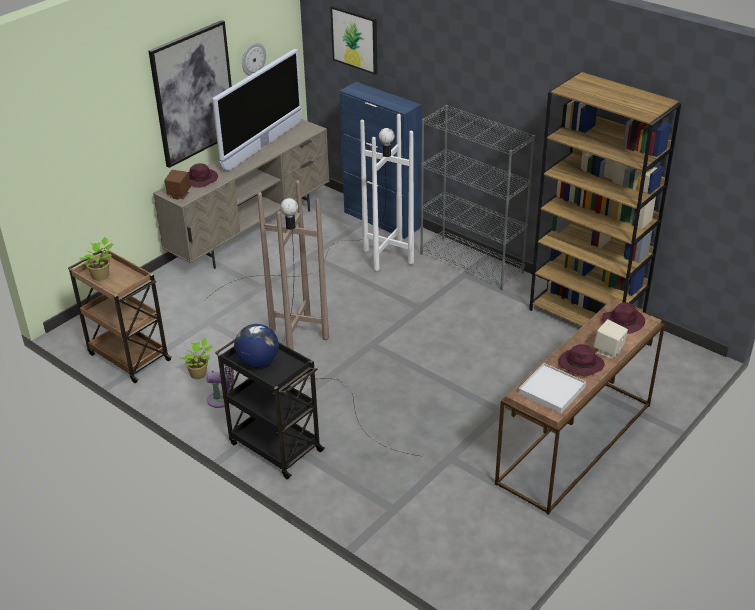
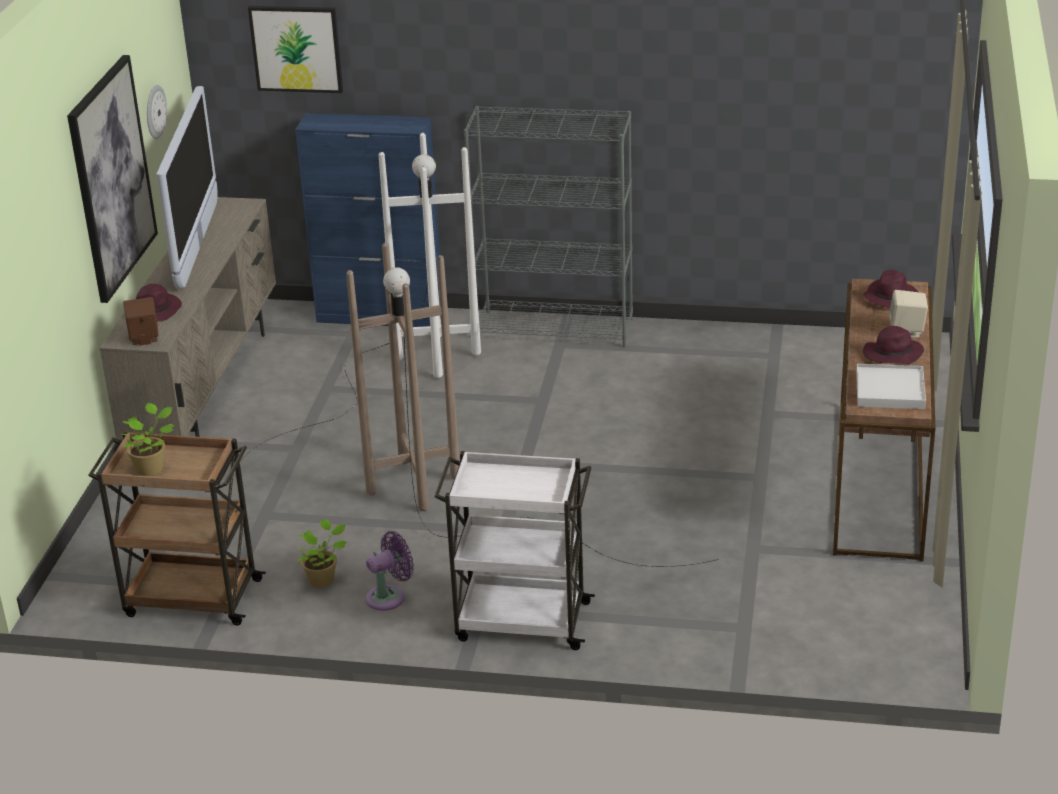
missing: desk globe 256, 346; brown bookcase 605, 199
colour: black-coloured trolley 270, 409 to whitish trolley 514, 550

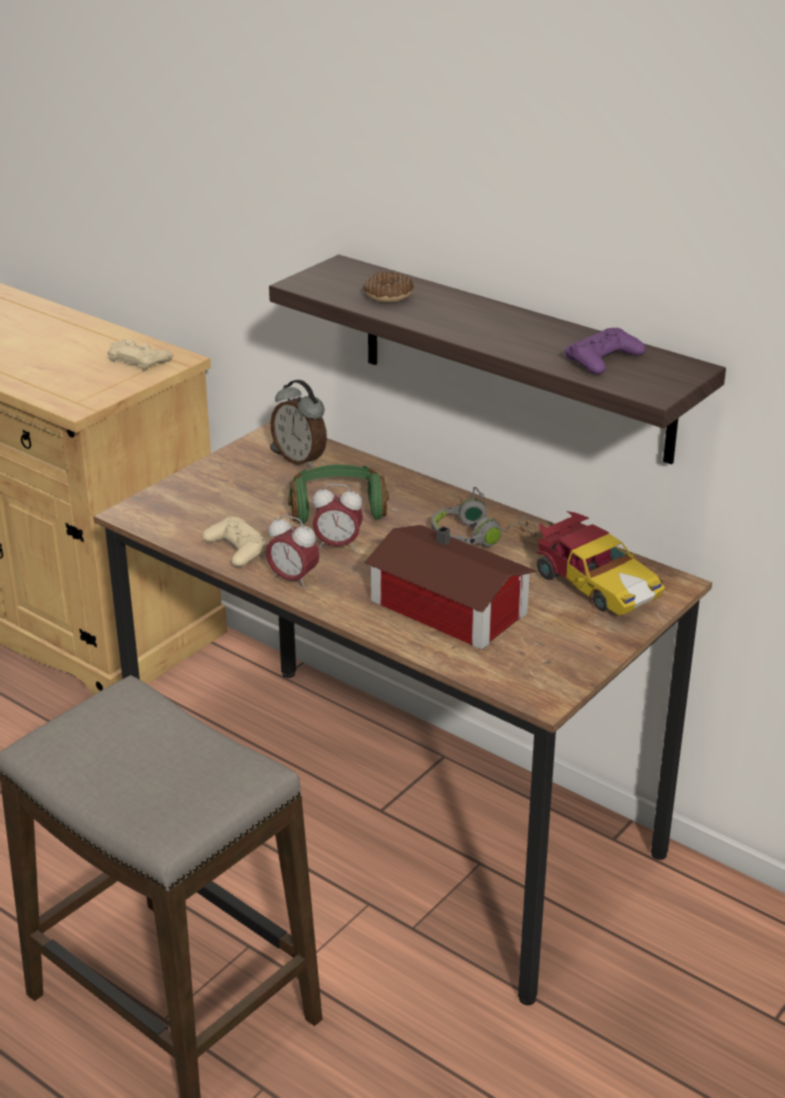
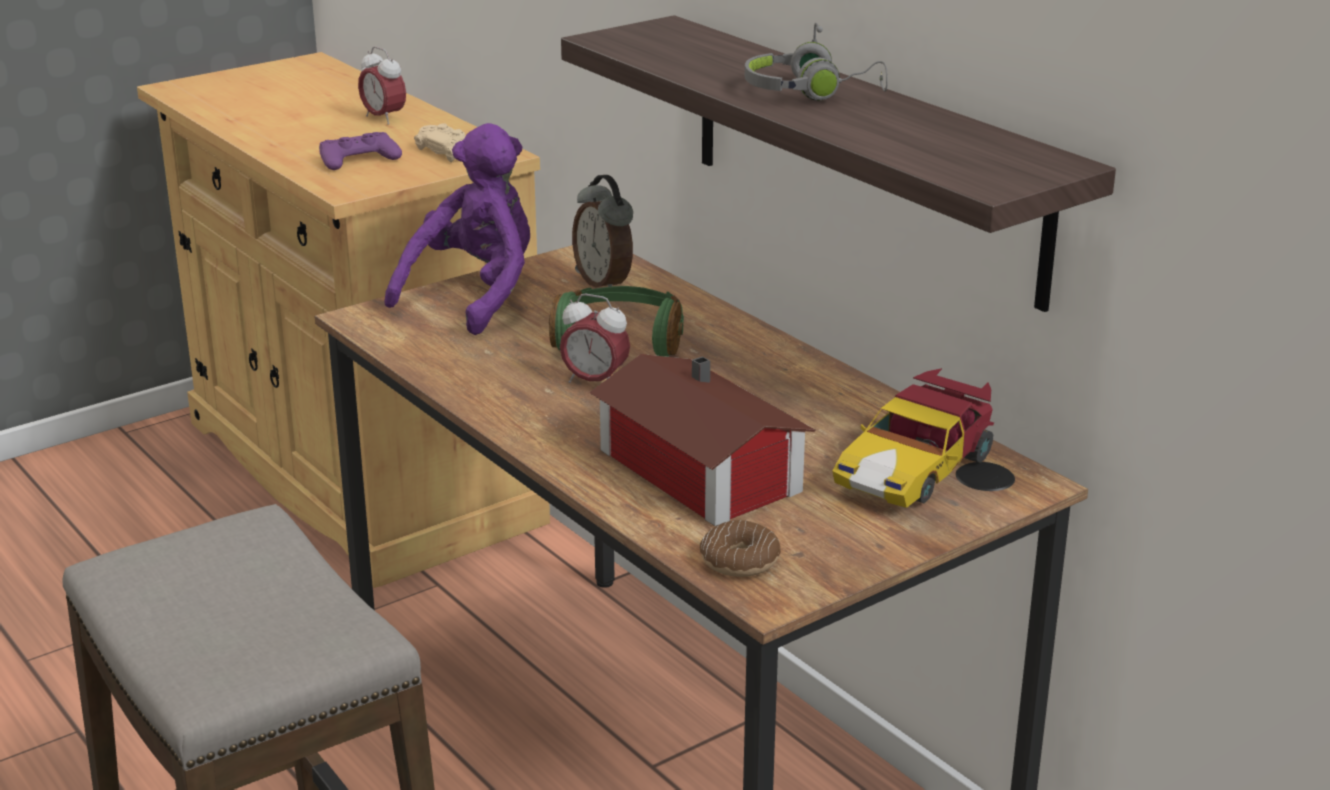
missing: beige game controller 236, 542
appeared: purple cuddly toy 457, 229
relocated: alarm clock 293, 552 to 382, 85; ring doughnut 388, 287 to 740, 548; grey pair of headphones 484, 517 to 816, 62; purple game controller 605, 351 to 360, 151
spun: toy car 601, 563 = 913, 438 60 degrees clockwise

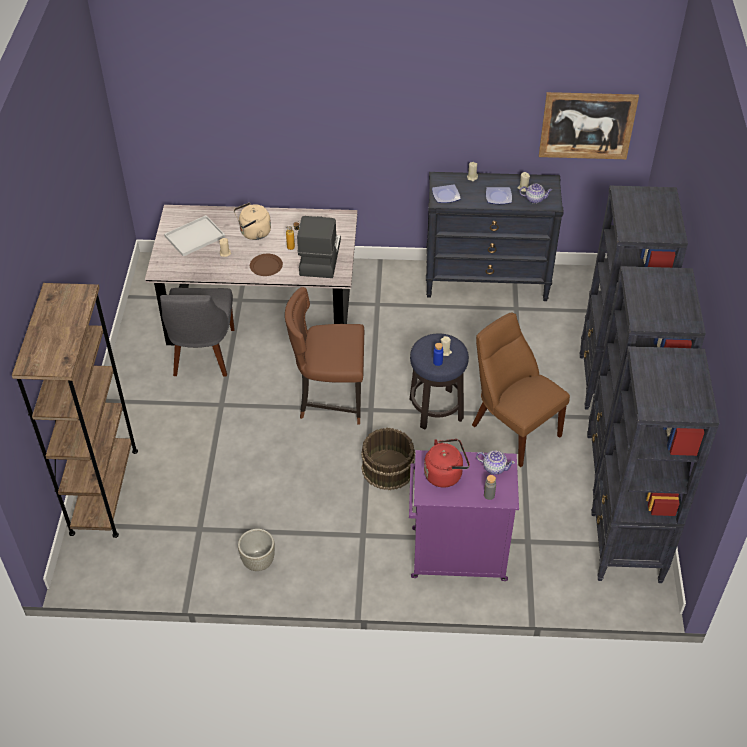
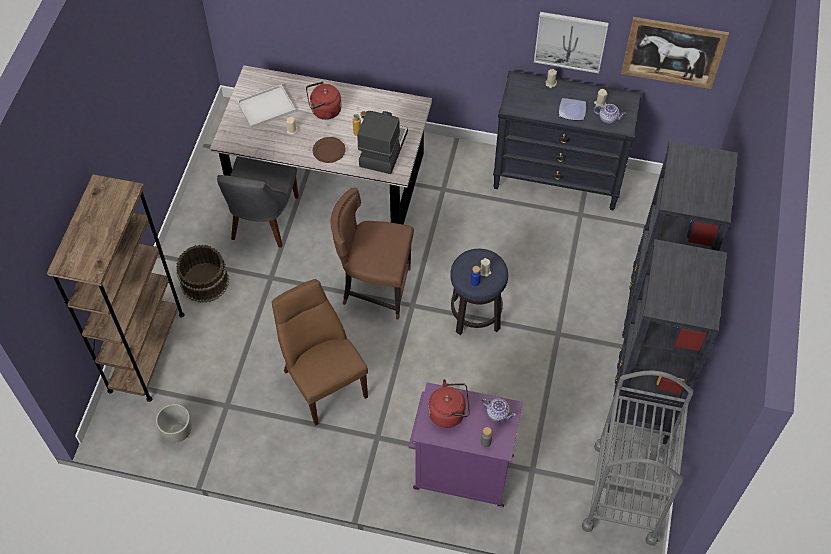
missing: dinner plate 446, 193
appeared: picture 571, 42
relocated: grey flower pot 256, 550 to 174, 423; brown water bucket 388, 459 to 202, 274; brown upright chair 521, 389 to 320, 352
exchanged: black-coloured bookcase 655, 464 to grey trolley 638, 458
colour: beige tea kettle 252, 221 to reddish tea kettle 324, 100

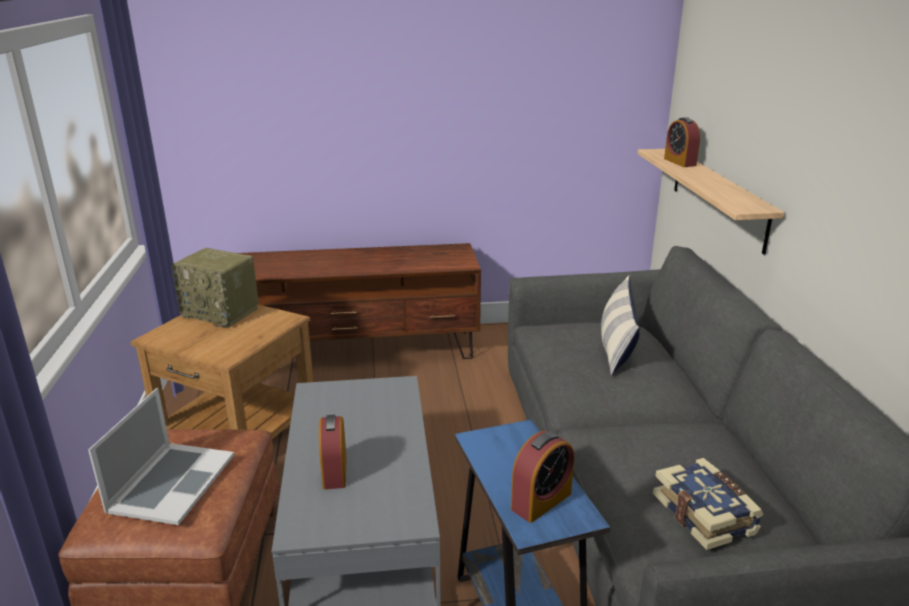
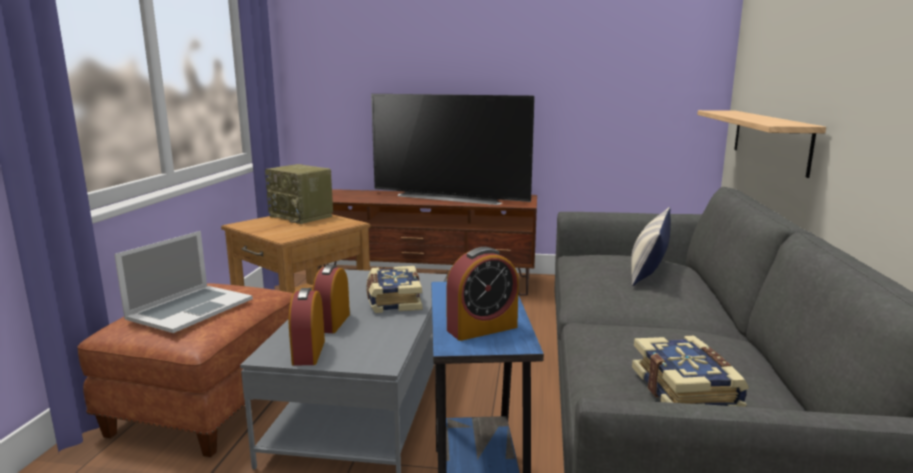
appeared: volume 394, 289; TV 453, 149
relocated: alarm clock 682, 142 to 307, 327

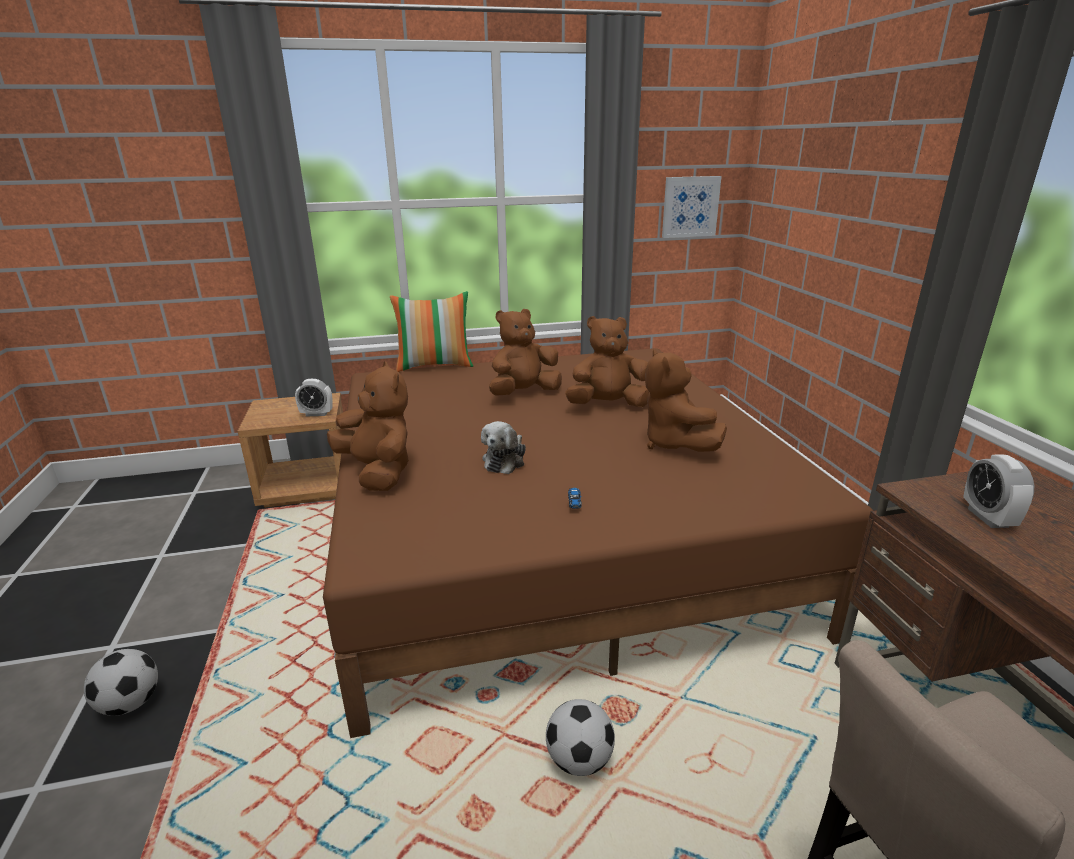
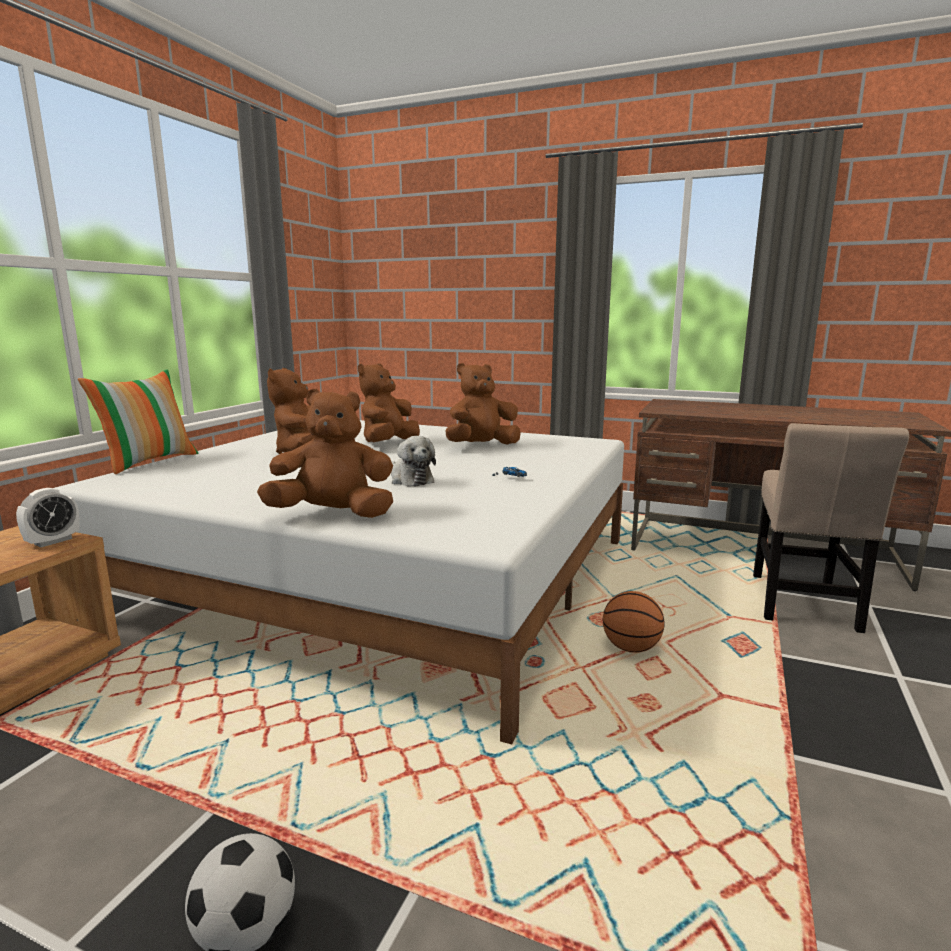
missing: picture 692, 207; alarm clock 998, 491
exchanged: football ball 580, 737 to basketball 634, 622
colour: brown bed 598, 543 to whitish bed 339, 582
spun: brown cuddly toy 686, 400 = 483, 404 135 degrees clockwise

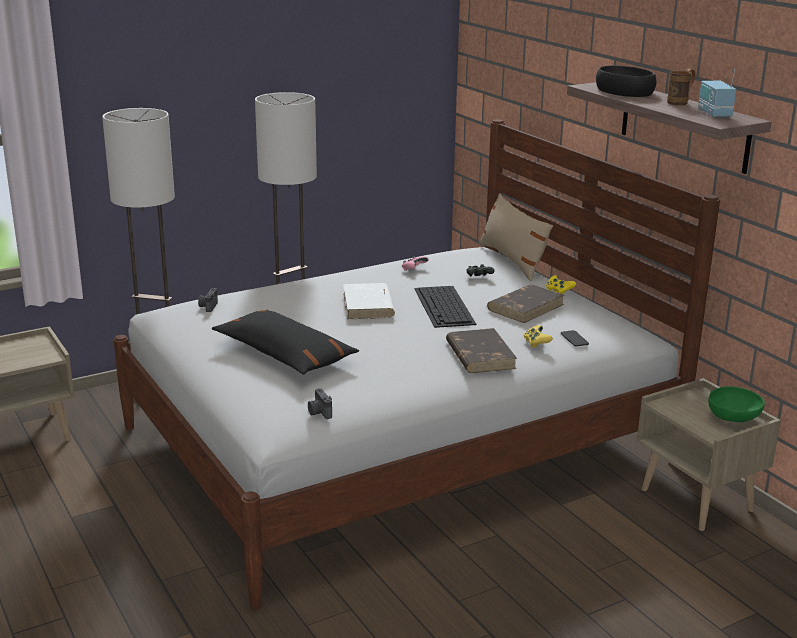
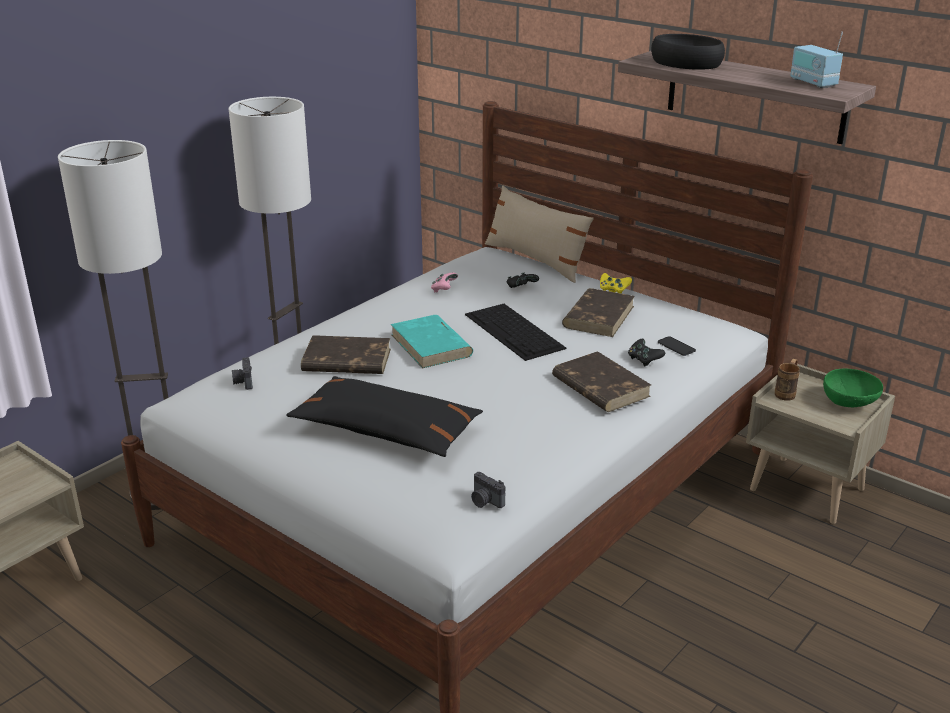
appeared: brown volume 346, 354
relocated: brown coffee mug 681, 87 to 787, 380
colour: whitish volume 369, 301 to blue-green volume 432, 342; yellowish game controller 538, 336 to black-coloured game controller 646, 353

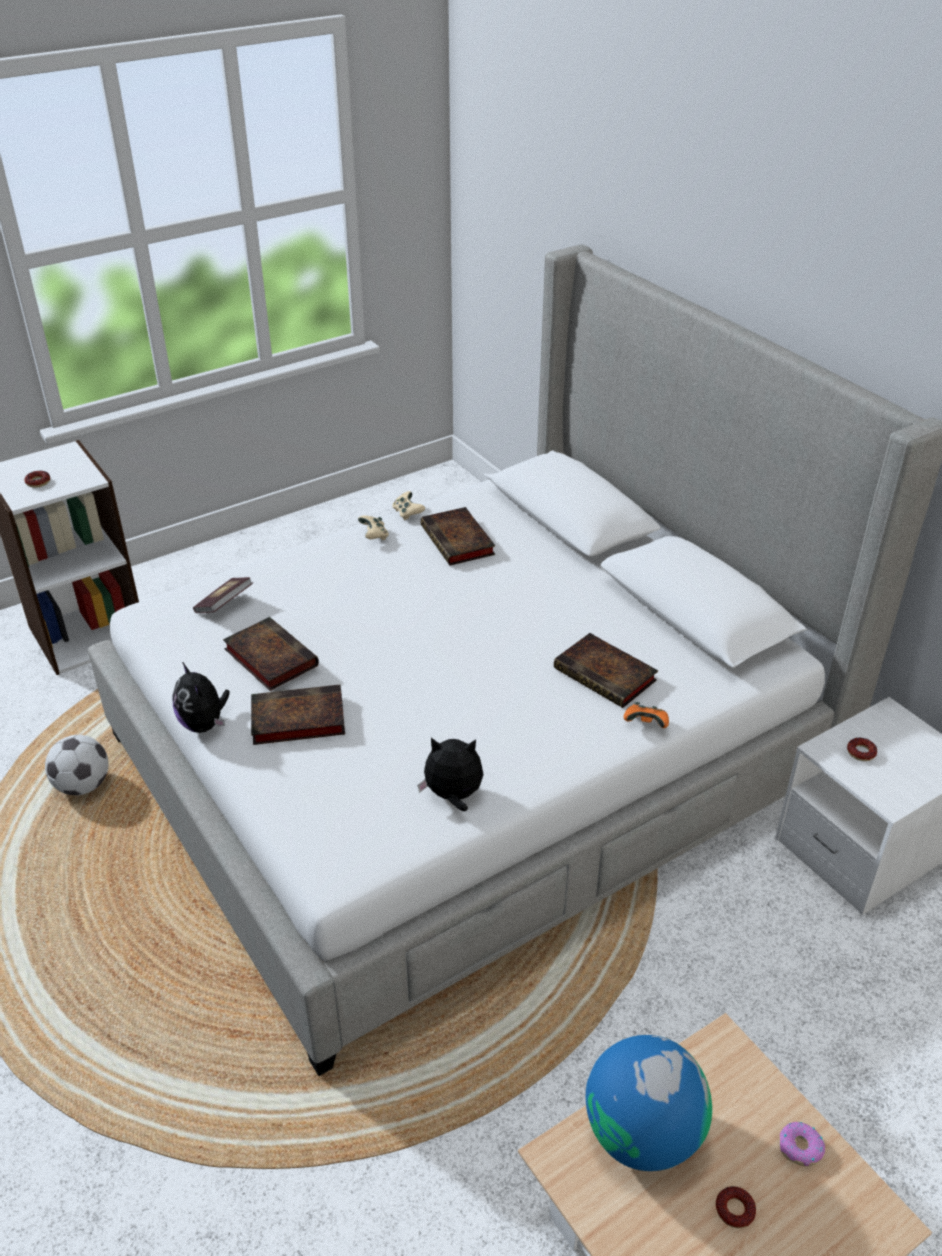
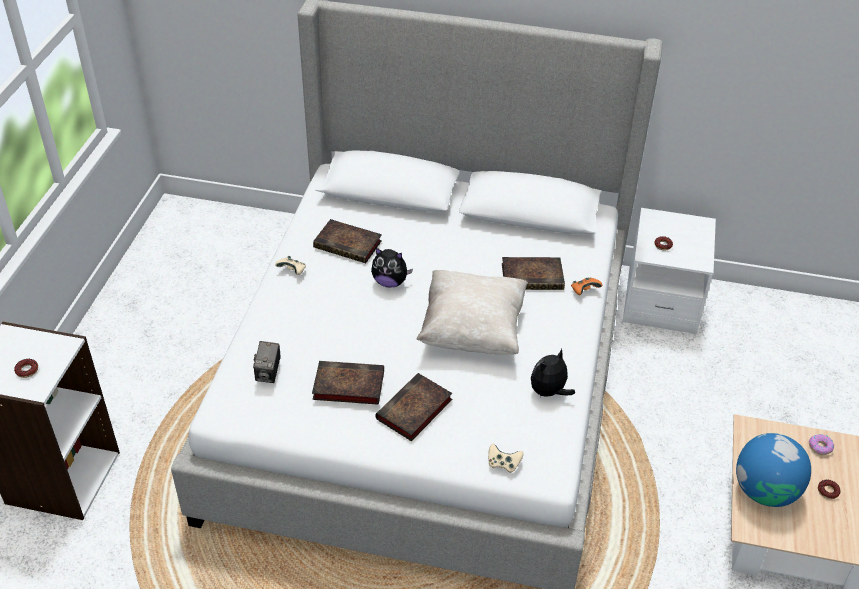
missing: football ball 77, 765
appeared: beige cushion 472, 312
relocated: cuddly toy 201, 697 to 392, 268; beige game controller 408, 505 to 505, 458
exchanged: volume 223, 595 to still camera 267, 362

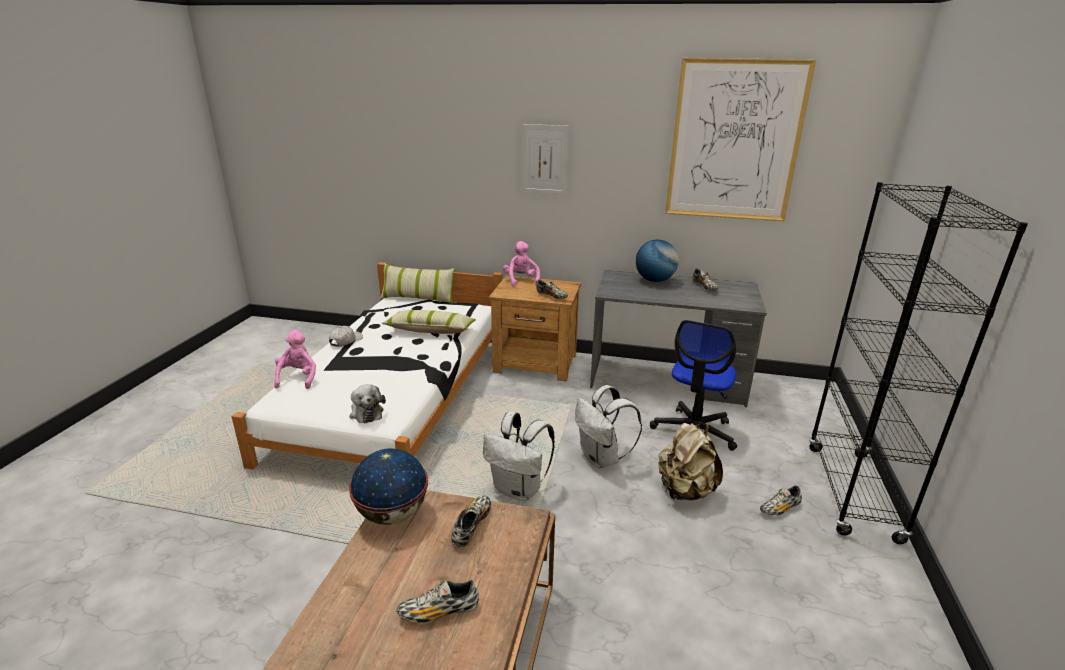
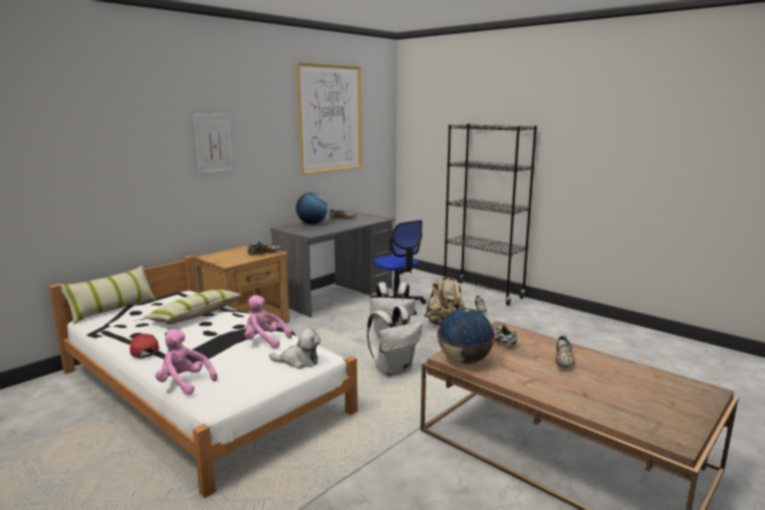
relocated: pink cuddly toy 521, 264 to 268, 322
colour: whitish baseball cap 346, 336 to reddish baseball cap 144, 346

